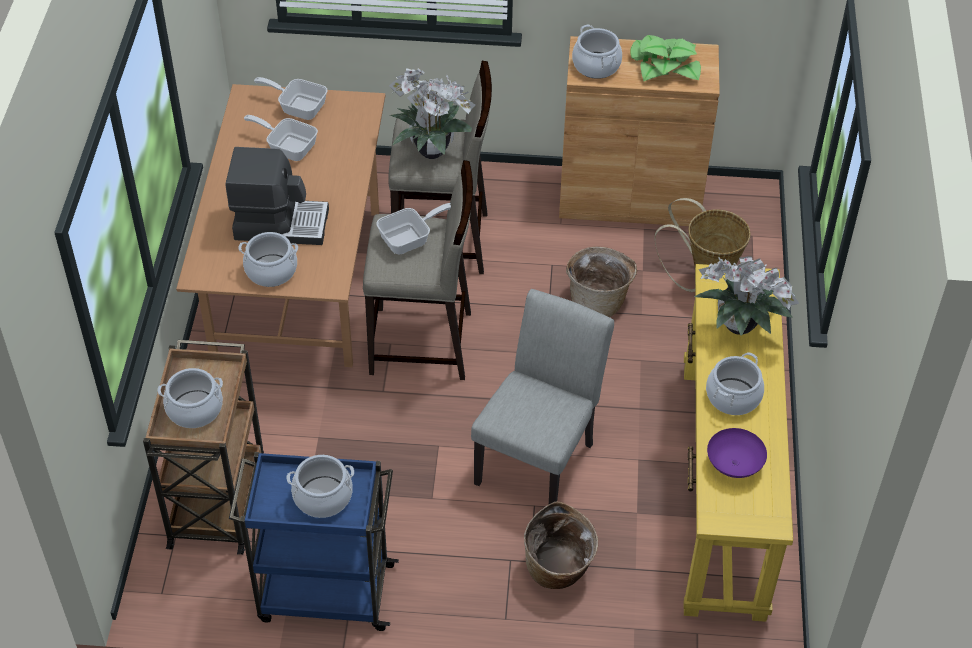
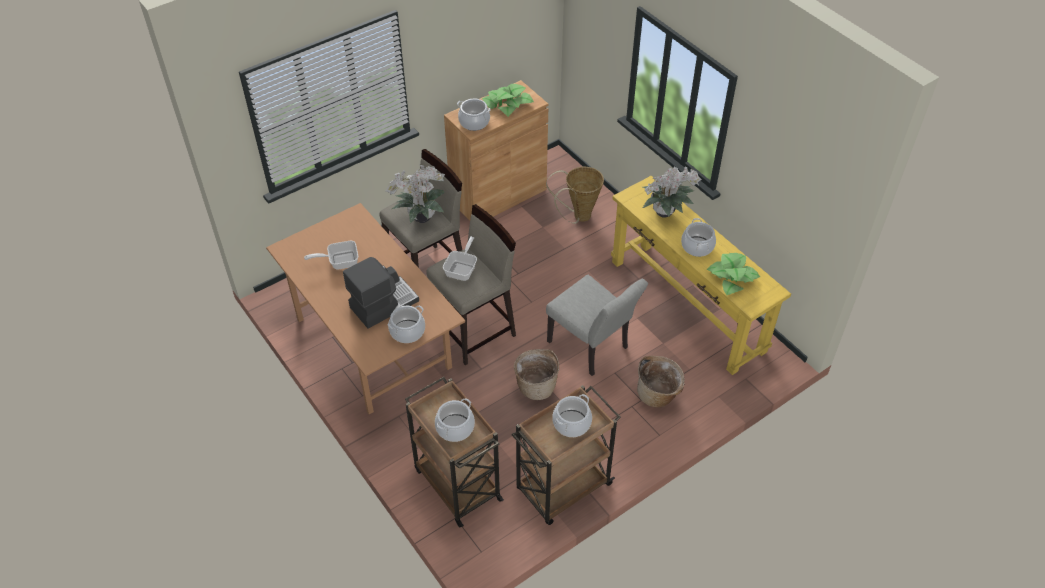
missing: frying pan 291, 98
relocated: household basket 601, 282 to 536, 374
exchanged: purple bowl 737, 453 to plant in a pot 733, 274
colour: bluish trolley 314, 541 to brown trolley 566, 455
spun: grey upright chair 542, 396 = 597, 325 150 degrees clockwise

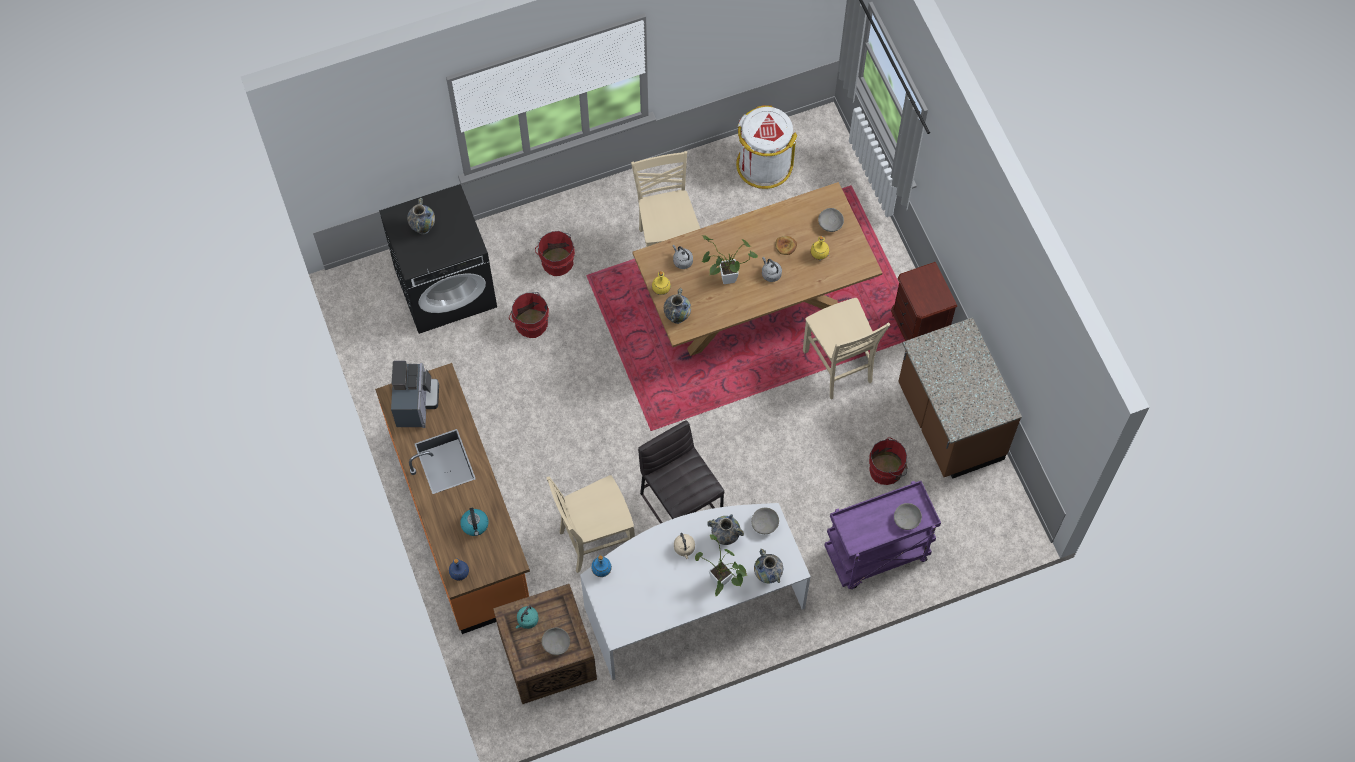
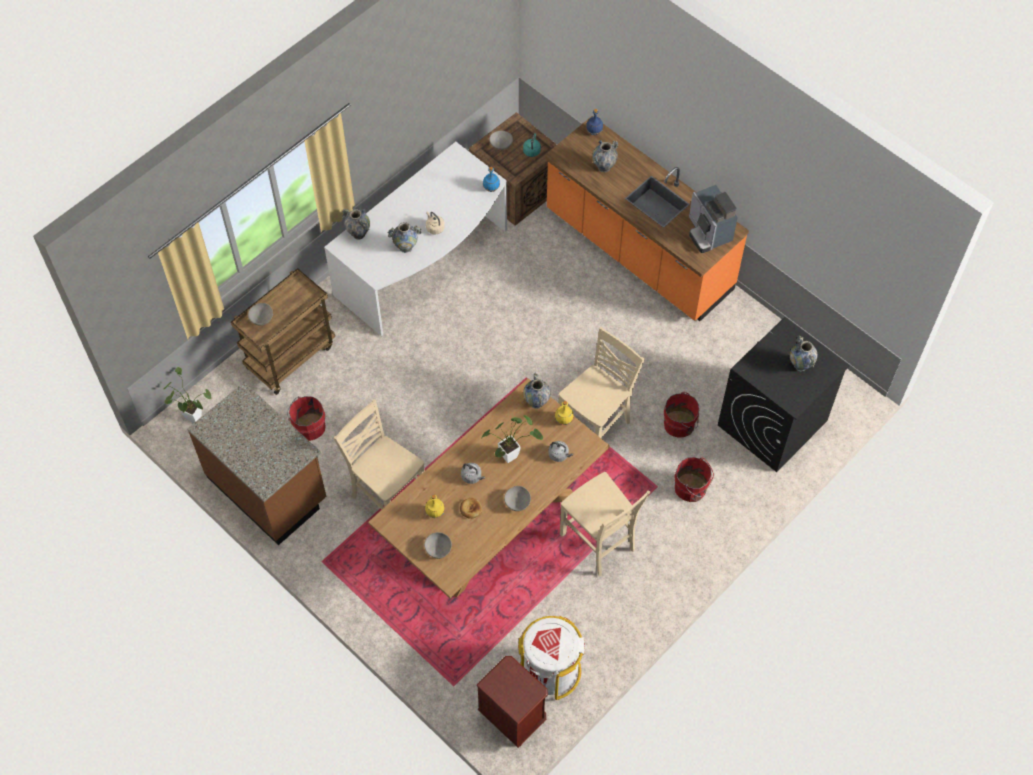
missing: grey stool 681, 472
relocated: beige upright chair 590, 524 to 602, 382; plant in a pot 721, 565 to 188, 395; grey bowl 765, 521 to 517, 498; brown nightstand 924, 301 to 512, 702
exchanged: tea kettle 474, 522 to flower vase 605, 156
colour: purple trolley 882, 535 to brown trolley 283, 331

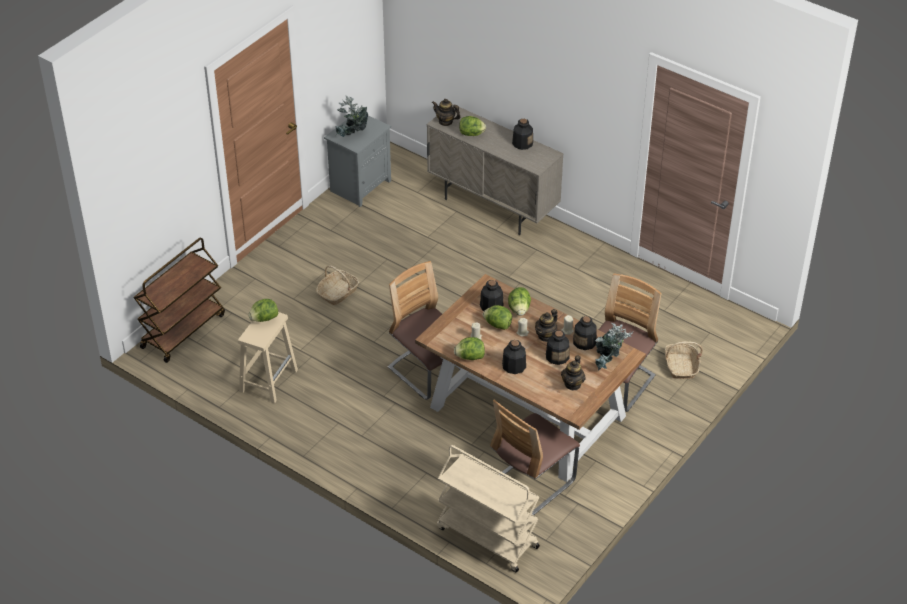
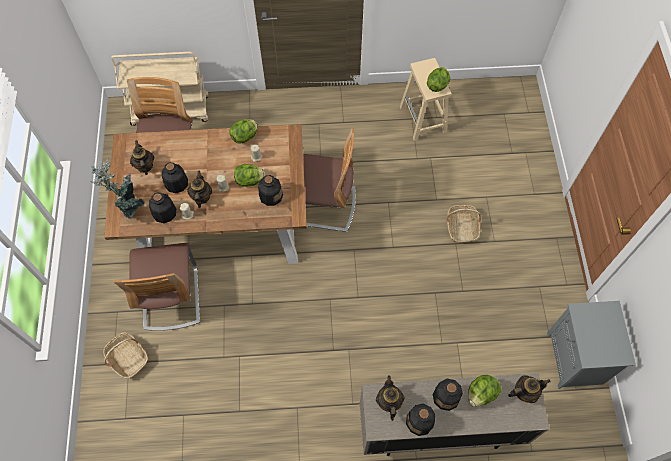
missing: brown trolley 179, 300; plant in a pot 351, 116; lettuce head 519, 301
appeared: pot for tea 390, 398
relocated: beverage bottle 514, 357 to 448, 395

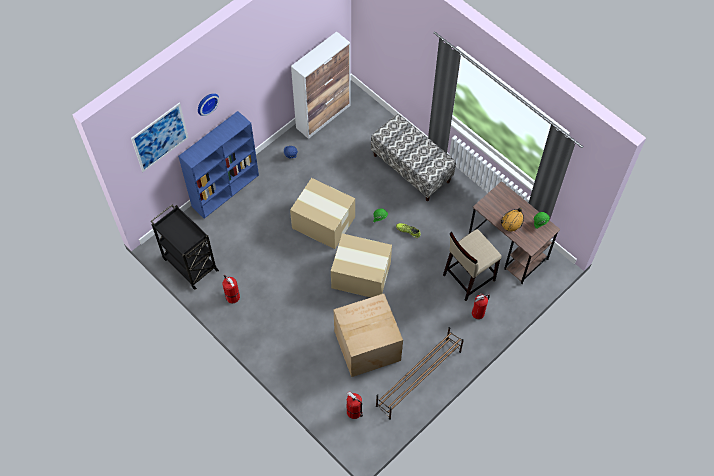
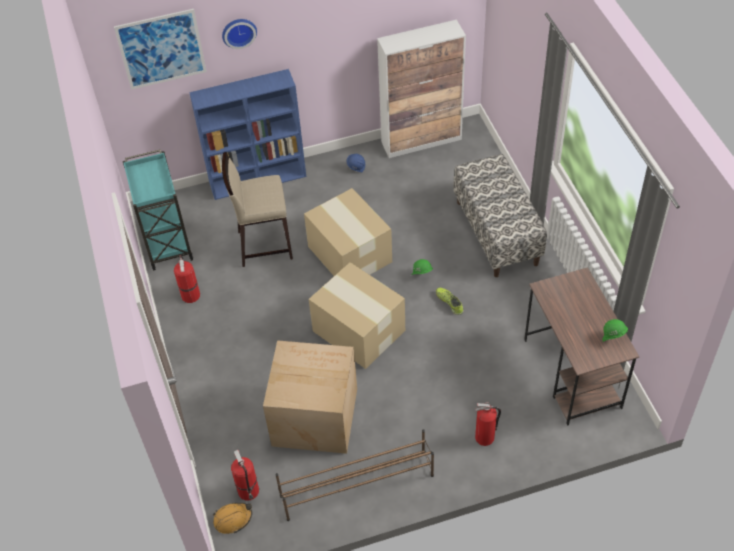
relocated: beige stool 472, 265 to 257, 209; orange safety helmet 512, 219 to 232, 518
colour: black-coloured trolley 185, 247 to blue-green trolley 158, 210

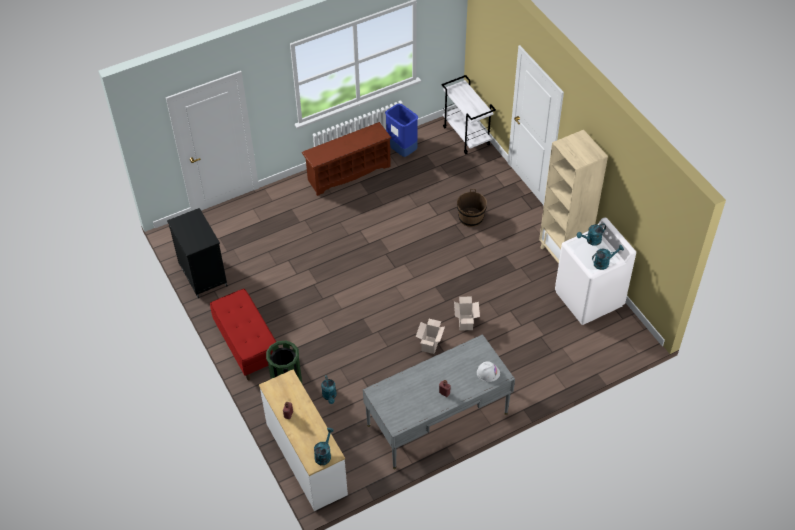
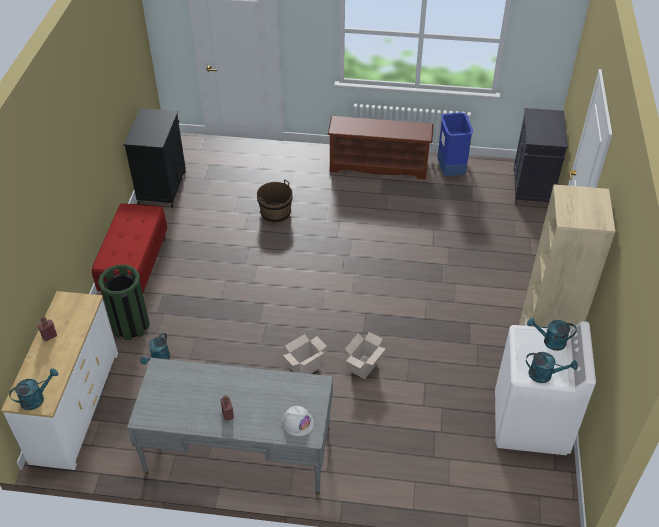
relocated: brown water bucket 472, 208 to 275, 201
exchanged: whitish trolley 469, 114 to black-coloured storage cabinet 541, 156

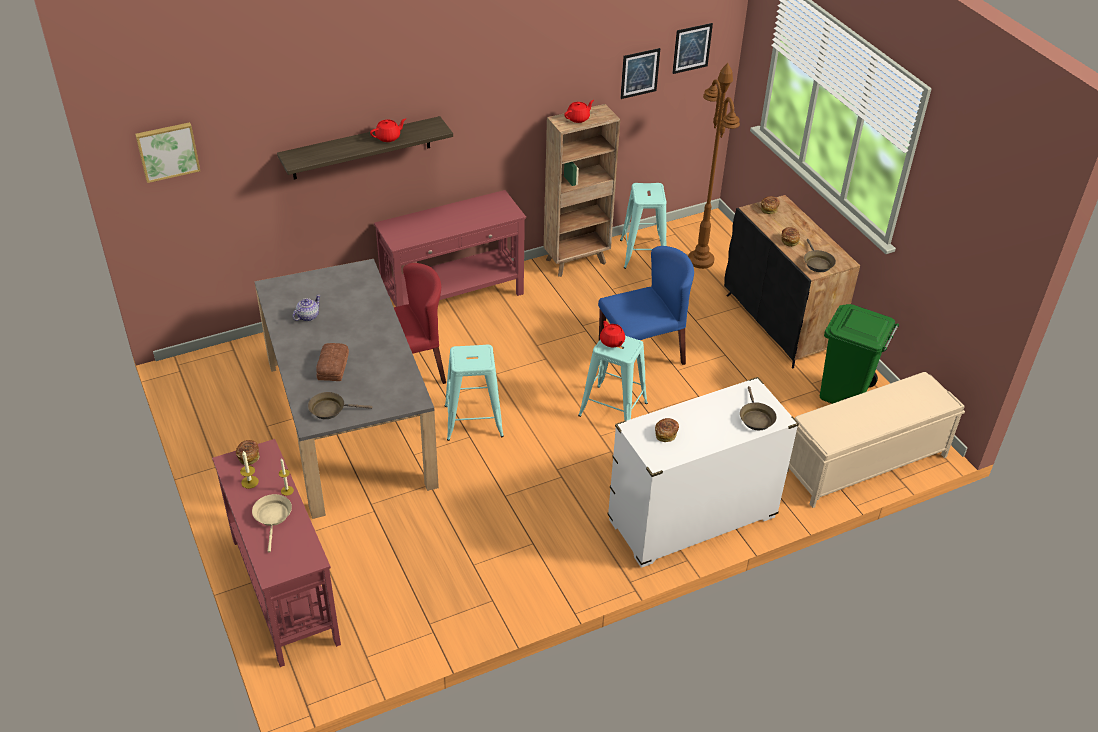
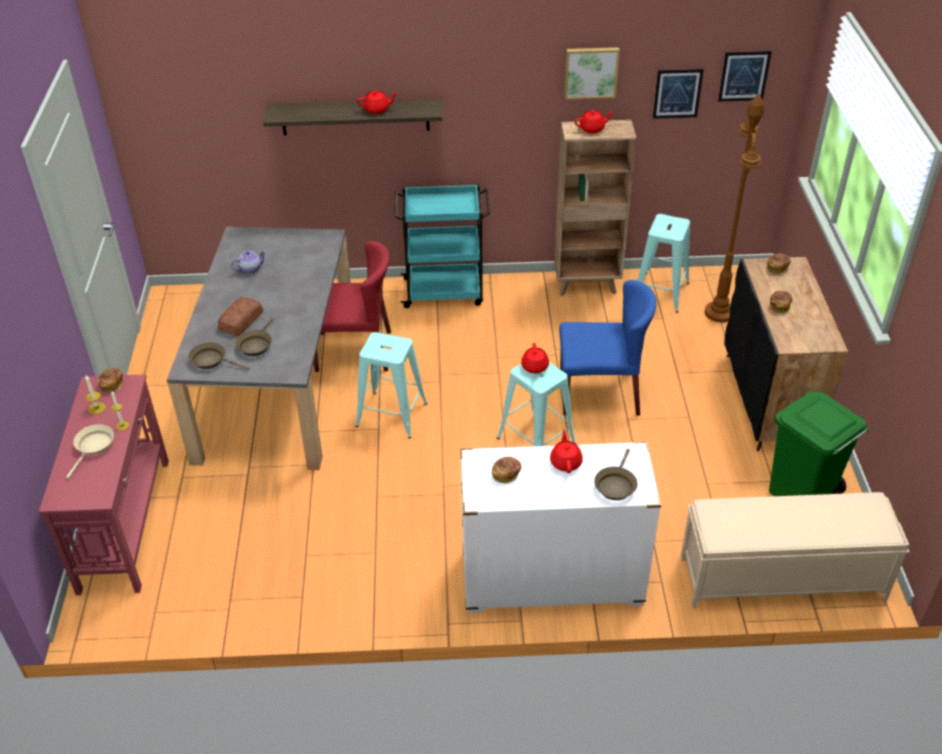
appeared: reddish pot for tea 566, 451
relocated: picture 167, 152 to 592, 73; brown frying pan 820, 255 to 254, 336
exchanged: reddish narrow table 450, 248 to blue-green trolley 442, 246

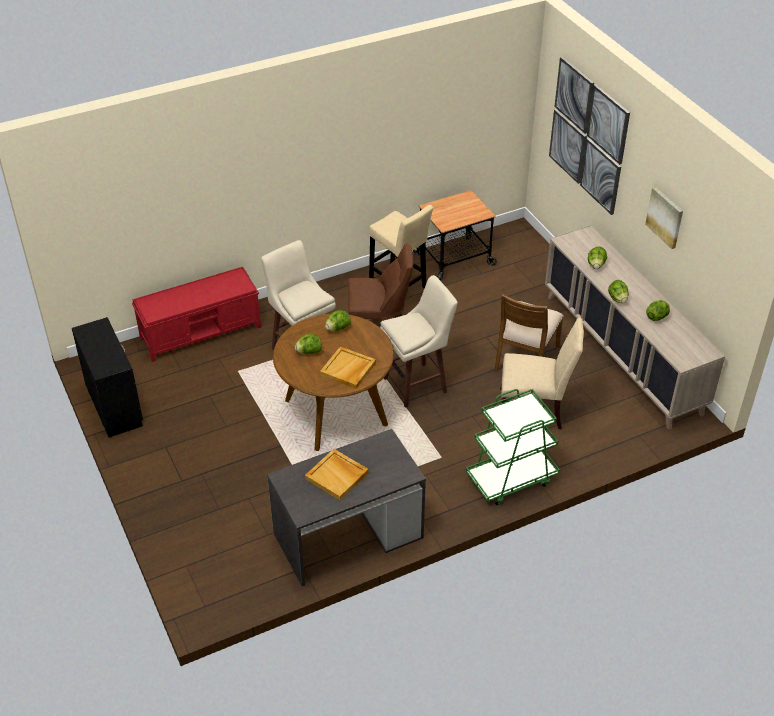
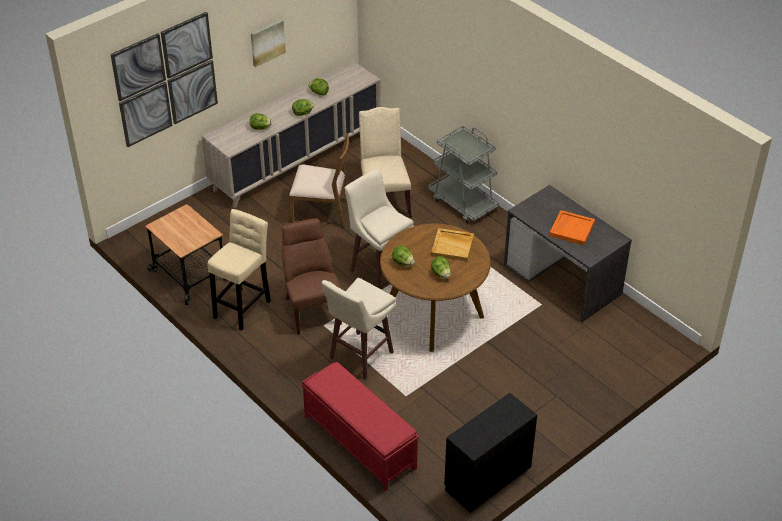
colour: beige carrying tray 336, 474 to orange carrying tray 572, 227; greenish trolley 513, 447 to grey trolley 463, 174

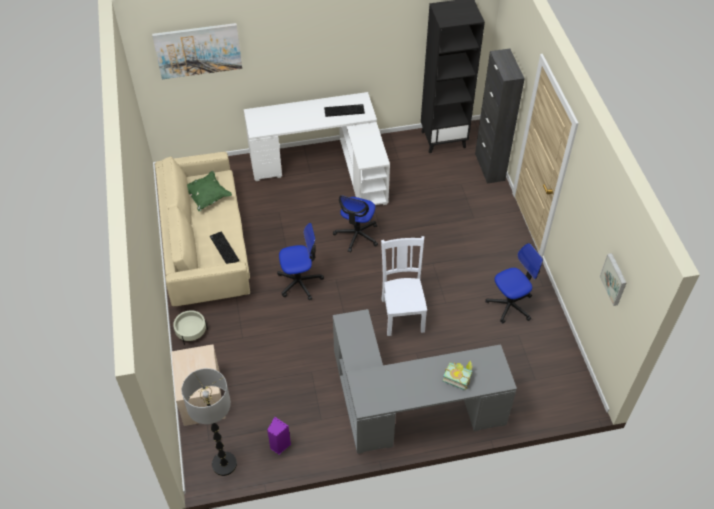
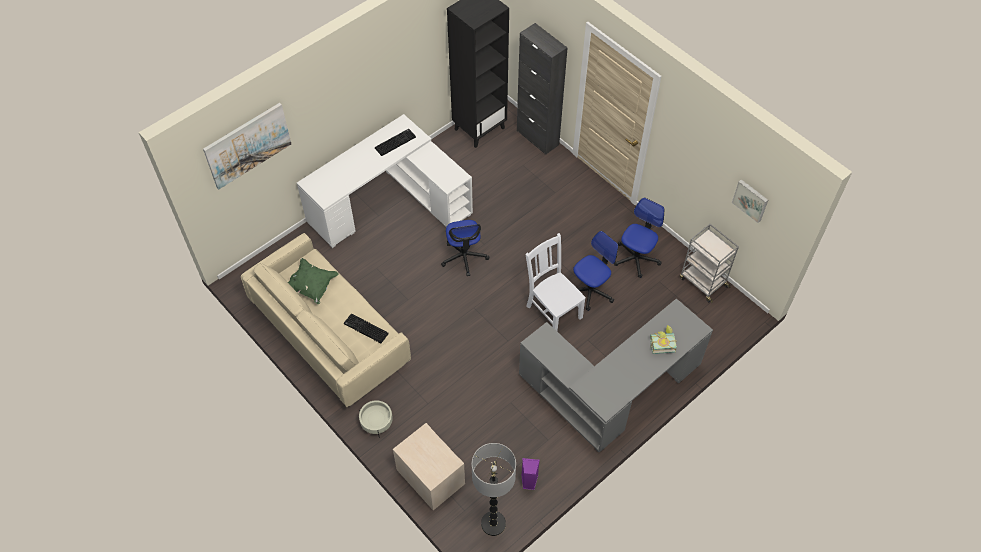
appeared: grey trolley 709, 263
relocated: desk chair 300, 262 to 595, 271

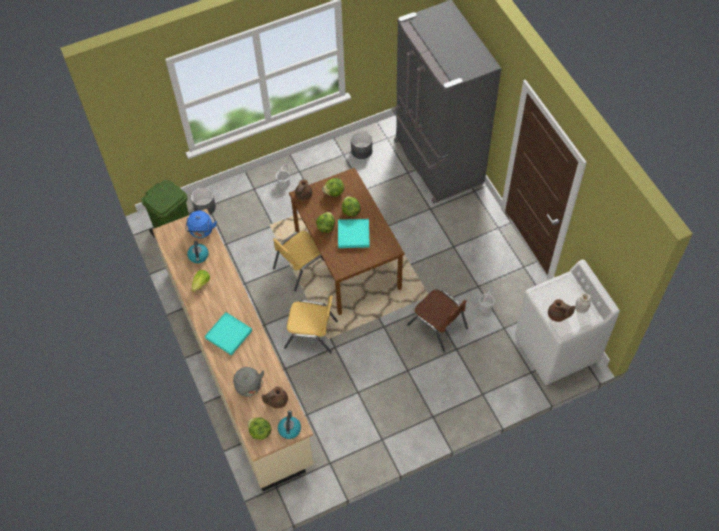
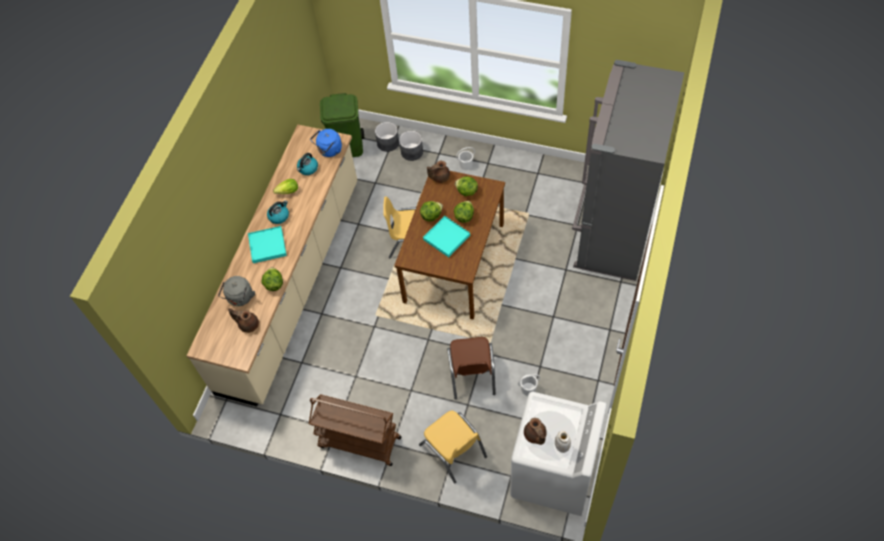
appeared: brown trolley 355, 430
relocated: lettuce head 259, 428 to 272, 279; tea kettle 289, 424 to 278, 212; yellowish upright chair 311, 325 to 453, 447; grey flower pot 361, 145 to 411, 146

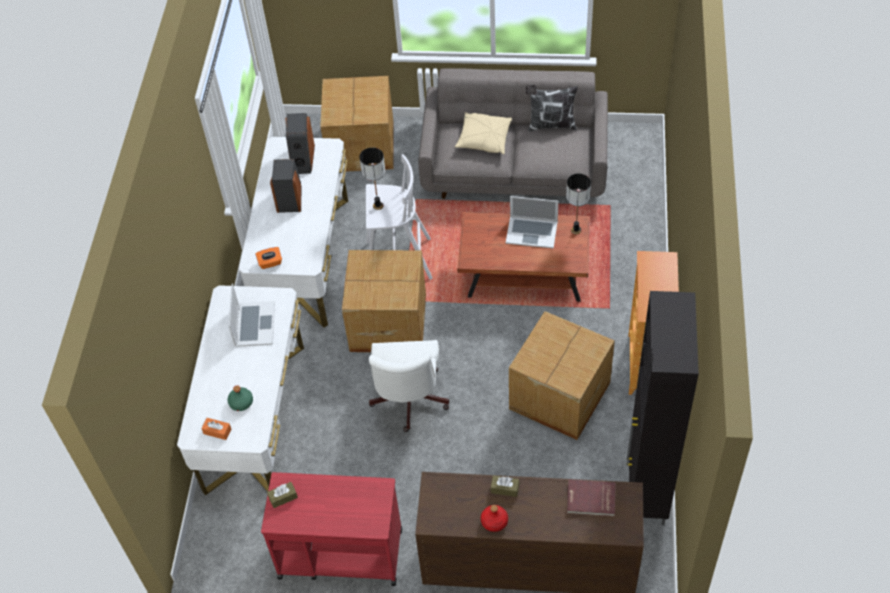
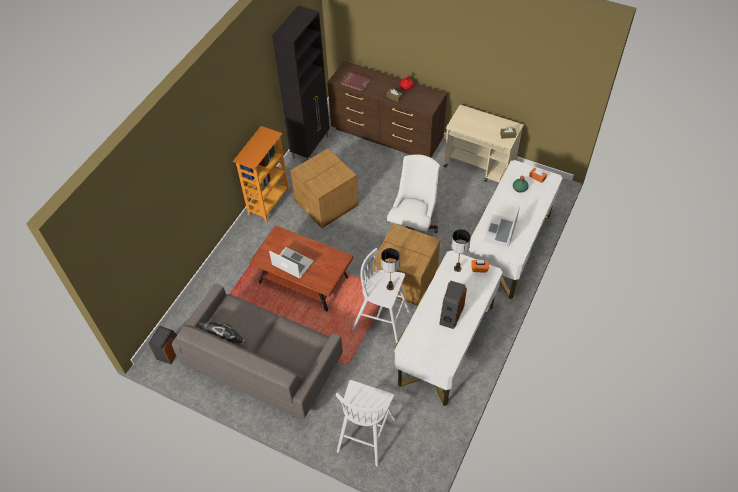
missing: beige cushion 483, 133
relocated: speaker 300, 143 to 162, 345; tabletop lamp 578, 204 to 461, 250
exchanged: cardboard box 357, 124 to whitish stool 365, 423
colour: reddish trolley 331, 529 to beige trolley 483, 144

